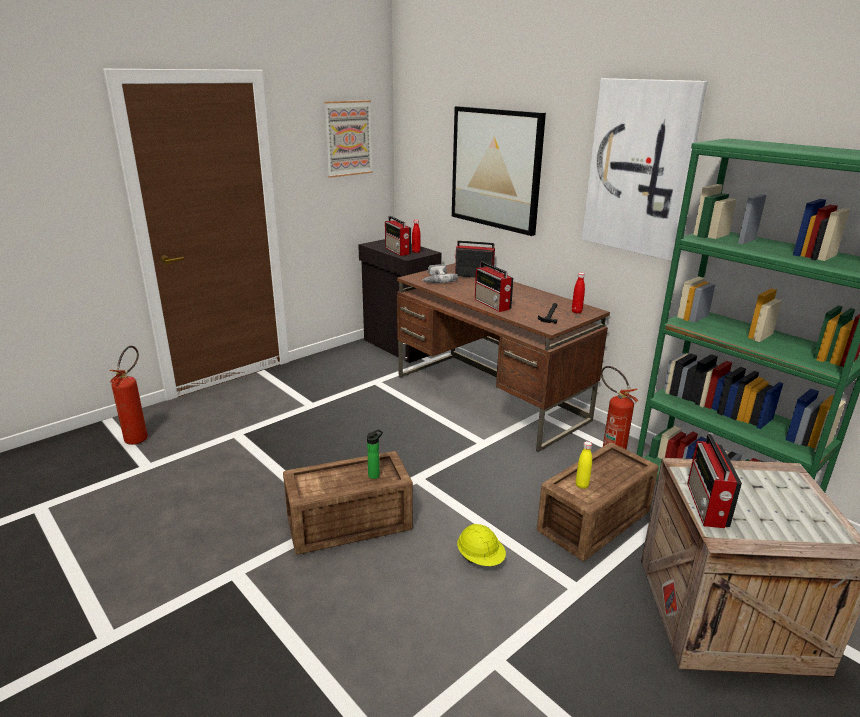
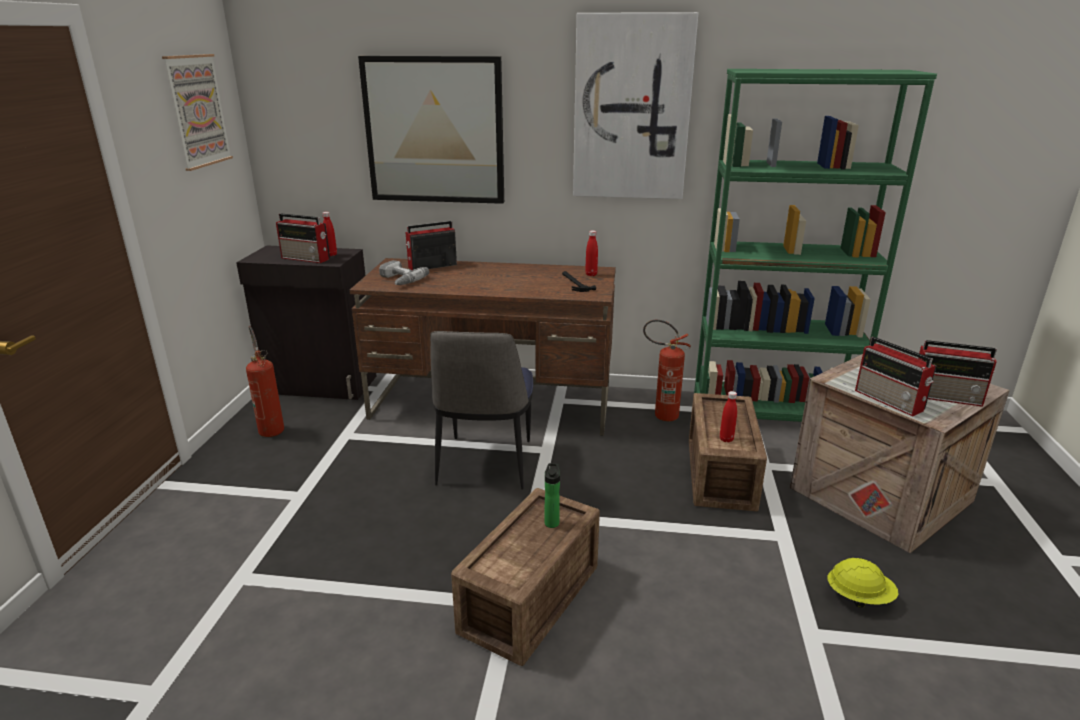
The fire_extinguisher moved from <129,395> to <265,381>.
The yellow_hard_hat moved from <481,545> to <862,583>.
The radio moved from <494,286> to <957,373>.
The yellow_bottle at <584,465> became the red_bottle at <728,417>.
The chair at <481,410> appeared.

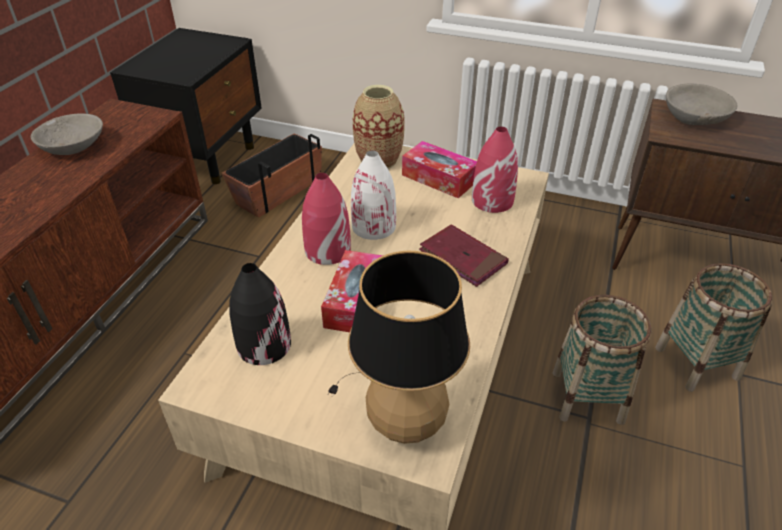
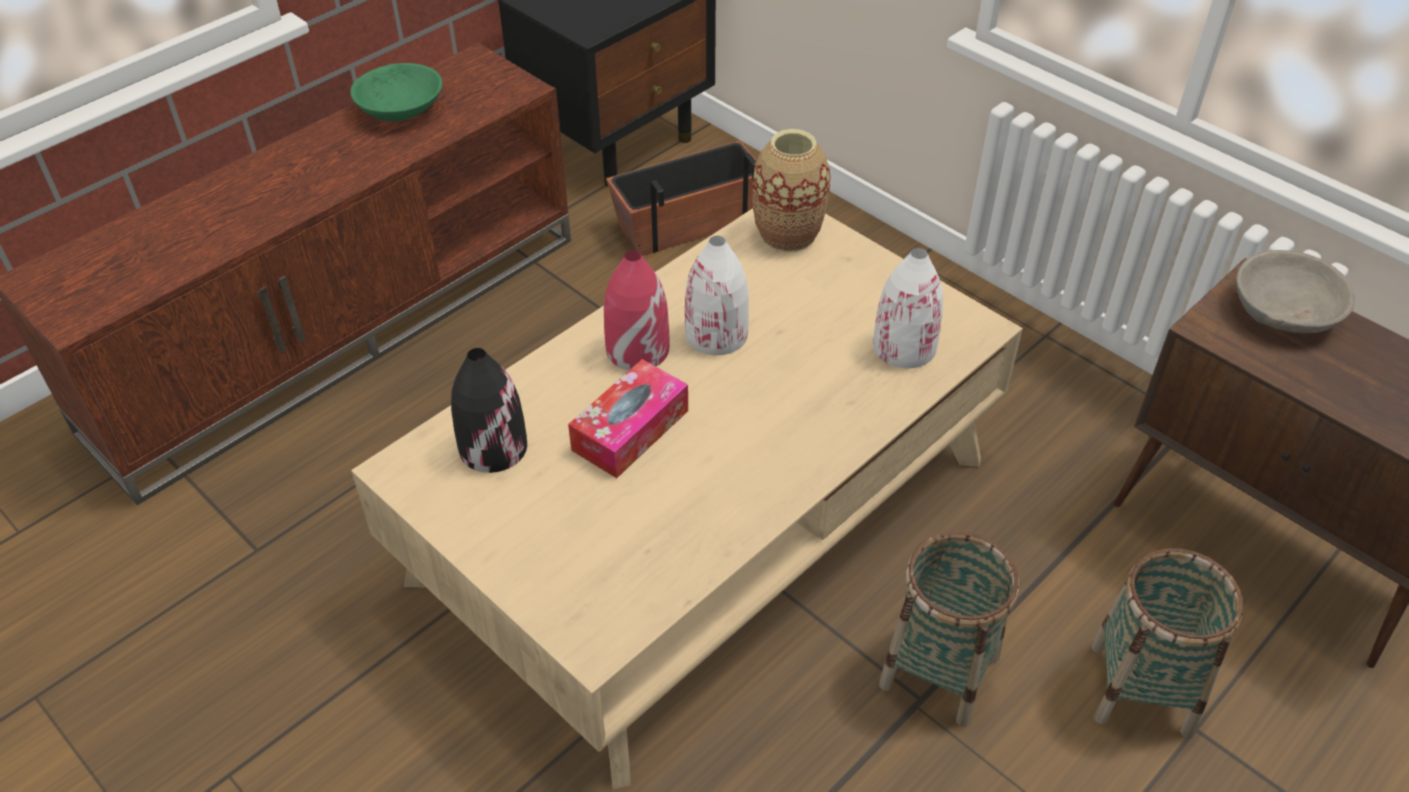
The grey_bowl at <66,134> became the green_bowl at <396,92>.
The table_lamp at <399,347> disappeared.
The tissue_box at <439,169> disappeared.
The red_book at <464,255> disappeared.
The red_vase at <495,169> became the white_vase at <908,308>.

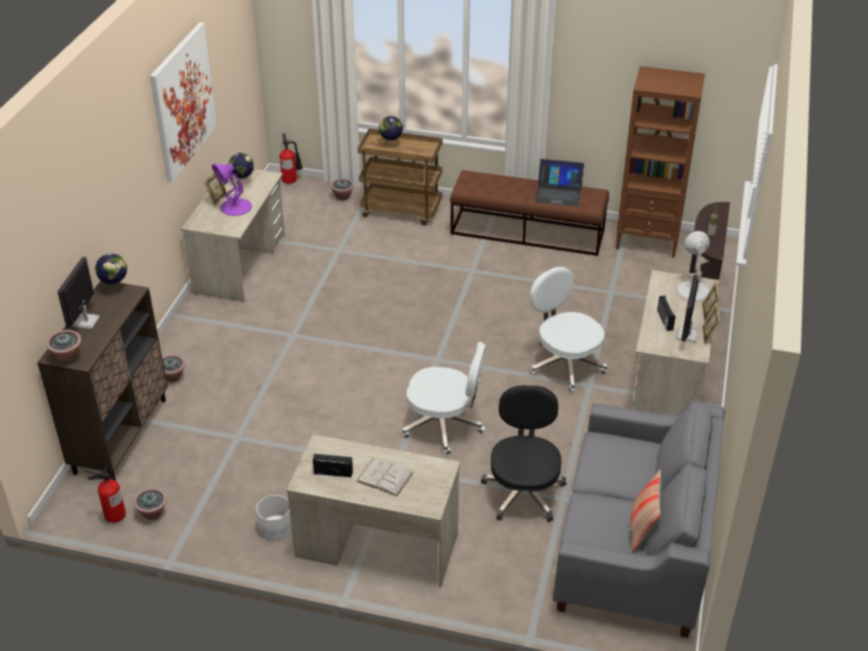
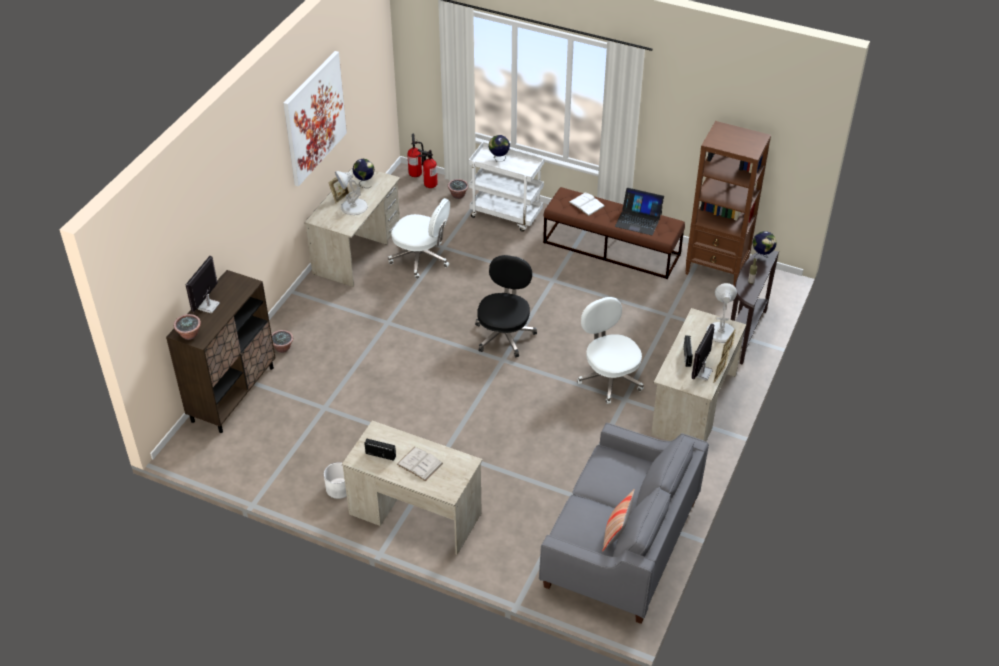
The fire_extinguisher moved from <106,494> to <428,168>.
The globe moved from <111,274> to <765,247>.
The potted_plant at <150,504> disappeared.
The purple_table_lamp at <232,189> became the white_table_lamp at <351,193>.
The brown_cart at <400,176> became the white_cart at <507,187>.
The white_office_chair moved from <444,398> to <419,238>.
The black_office_chair moved from <523,453> to <506,306>.
The white_book at <587,204> appeared.

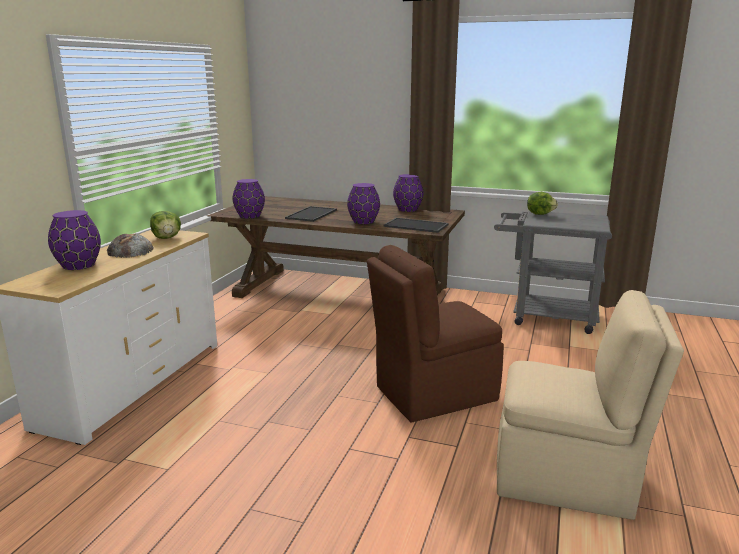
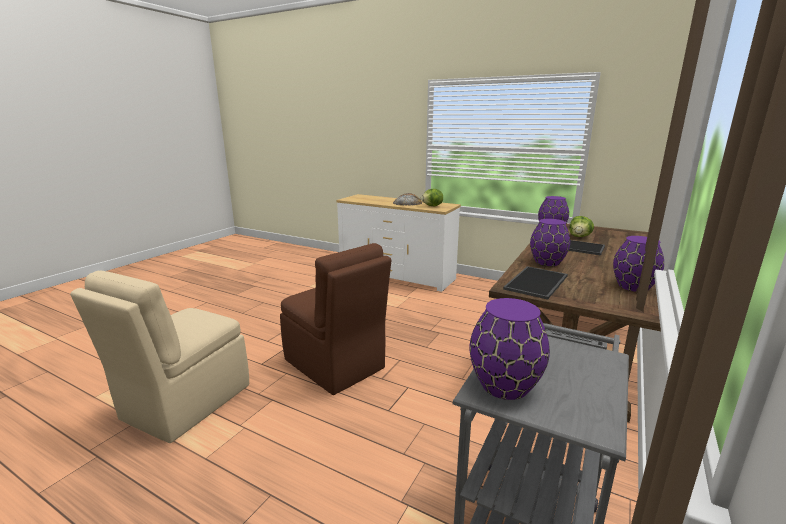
The purple_vase moved from <74,240> to <510,349>.
The brown_chair at <435,333> turned 150 degrees clockwise.
The lettuce moved from <542,203> to <581,226>.

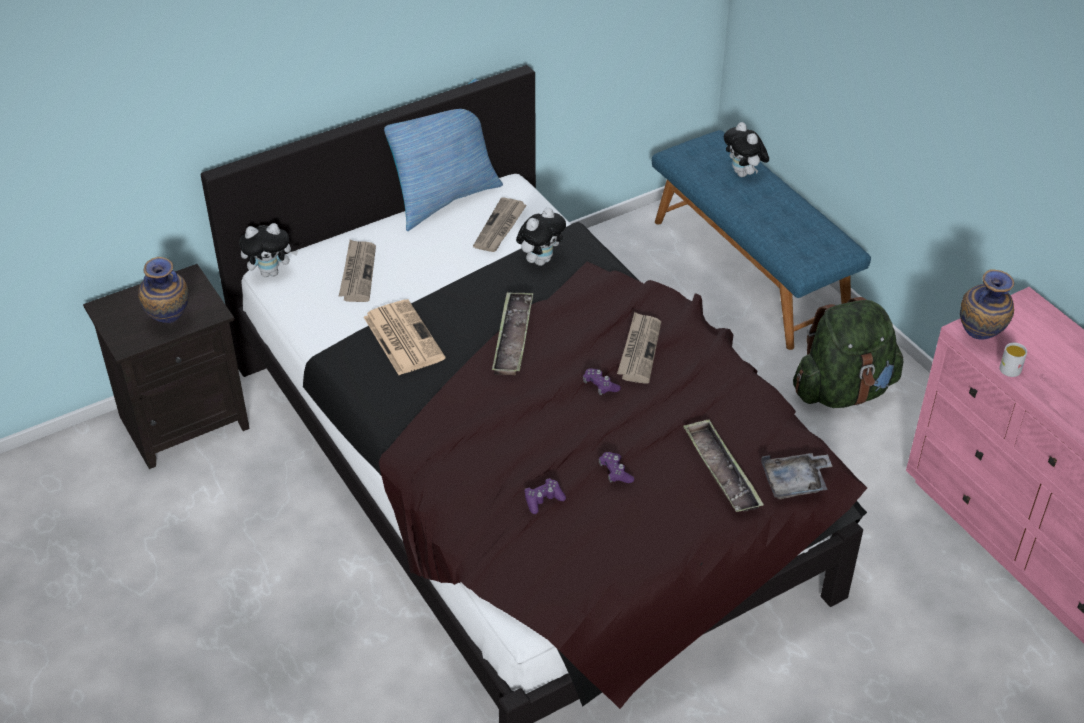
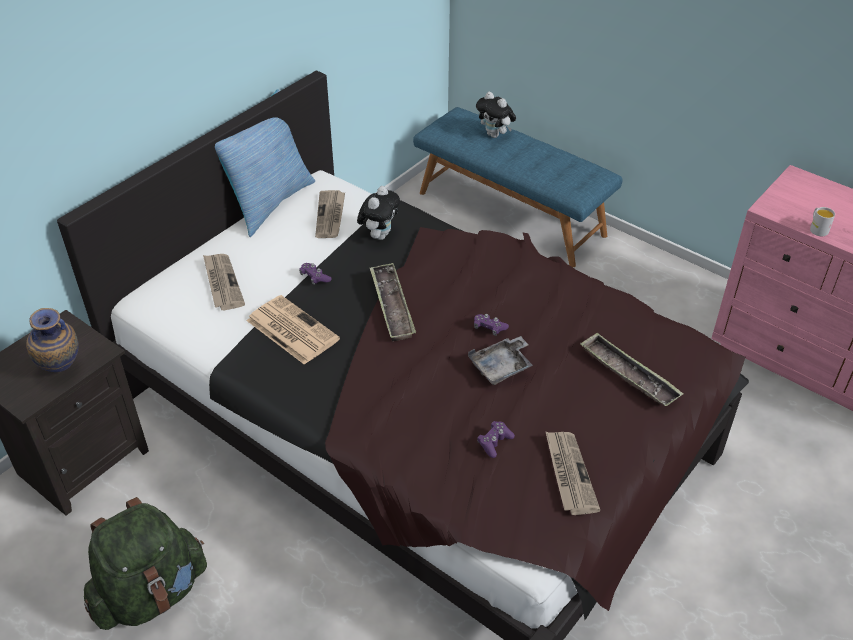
The plush_toy at <268,250> disappeared.
The purple_game_controller moved from <616,467> to <315,274>.
The newspaper moved from <639,348> to <572,473>.
The grey_tray moved from <797,476> to <500,360>.
The green_backpack moved from <848,352> to <145,563>.
The vase at <987,305> disappeared.

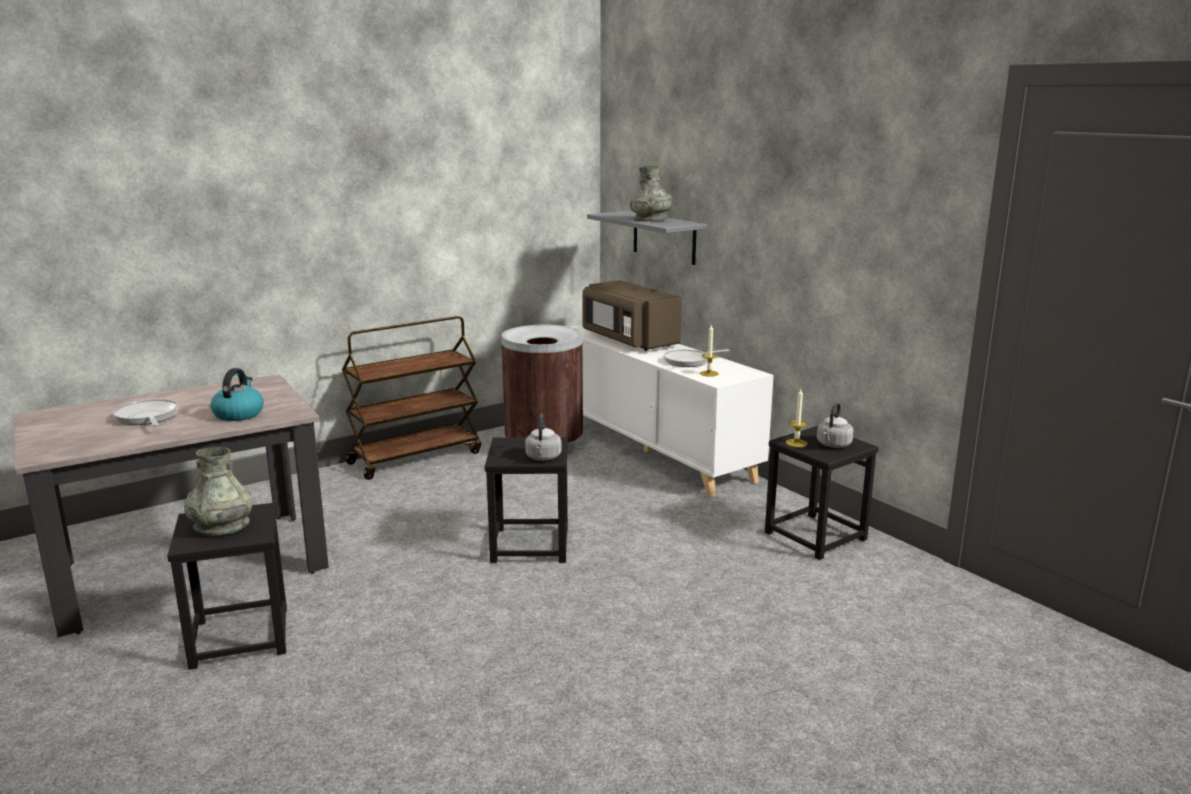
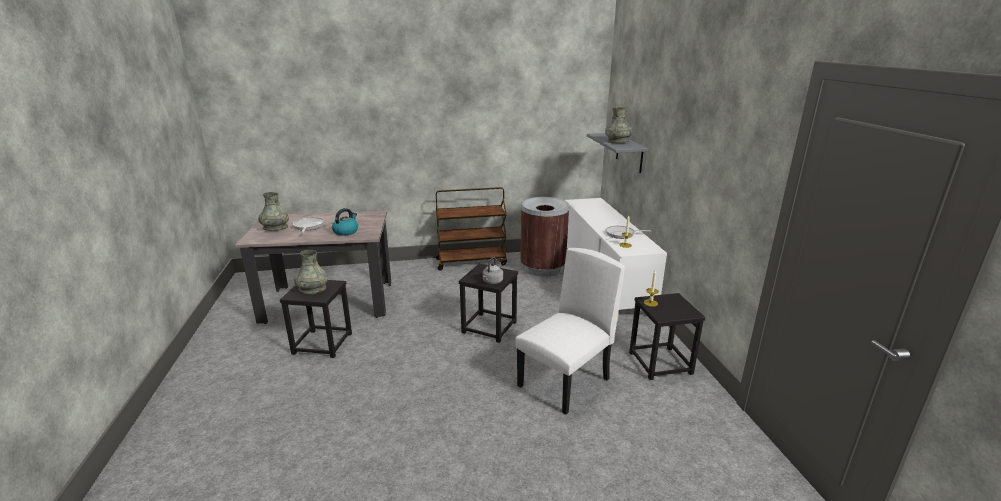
The brown_microwave at <632,315> disappeared.
The grey_kettle at <835,425> disappeared.
The grey_vase at <273,211> appeared.
The white_chair at <570,331> appeared.

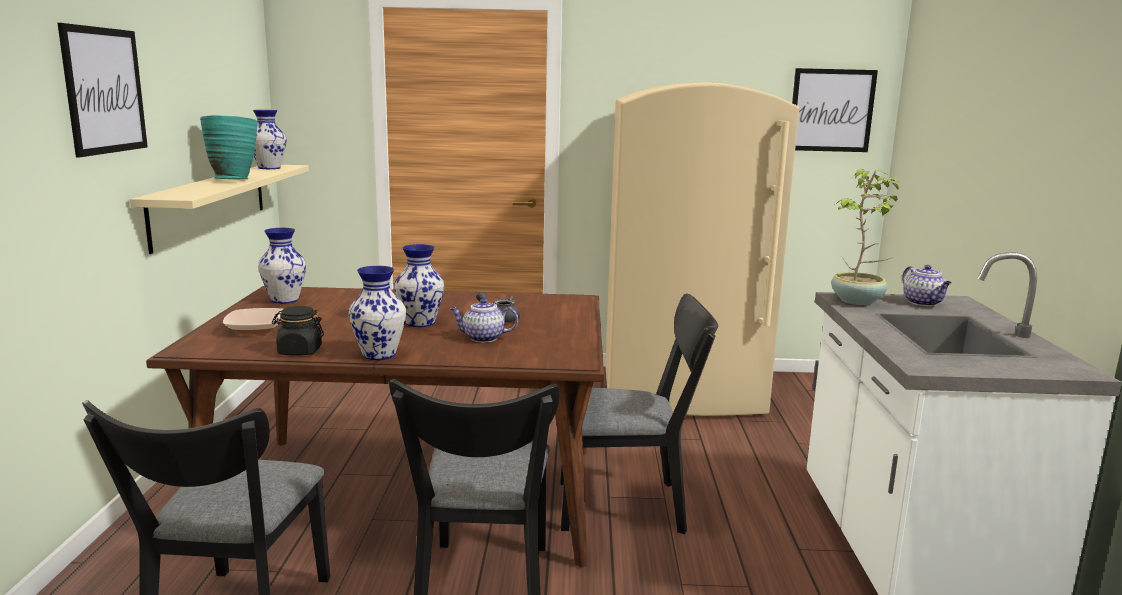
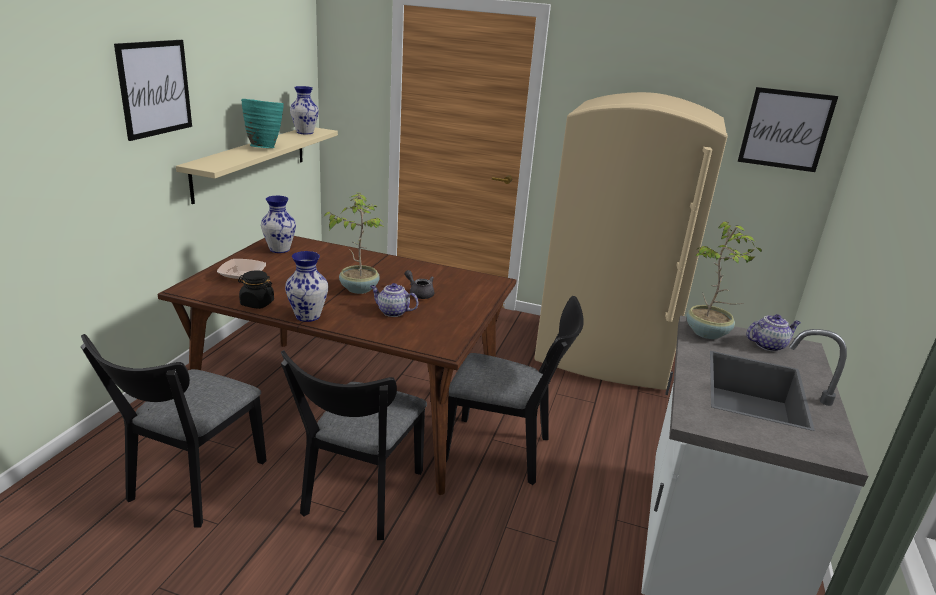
The vase at <419,285> was replaced by the potted_plant at <354,243>.
The teapot at <927,285> turned 105 degrees counterclockwise.

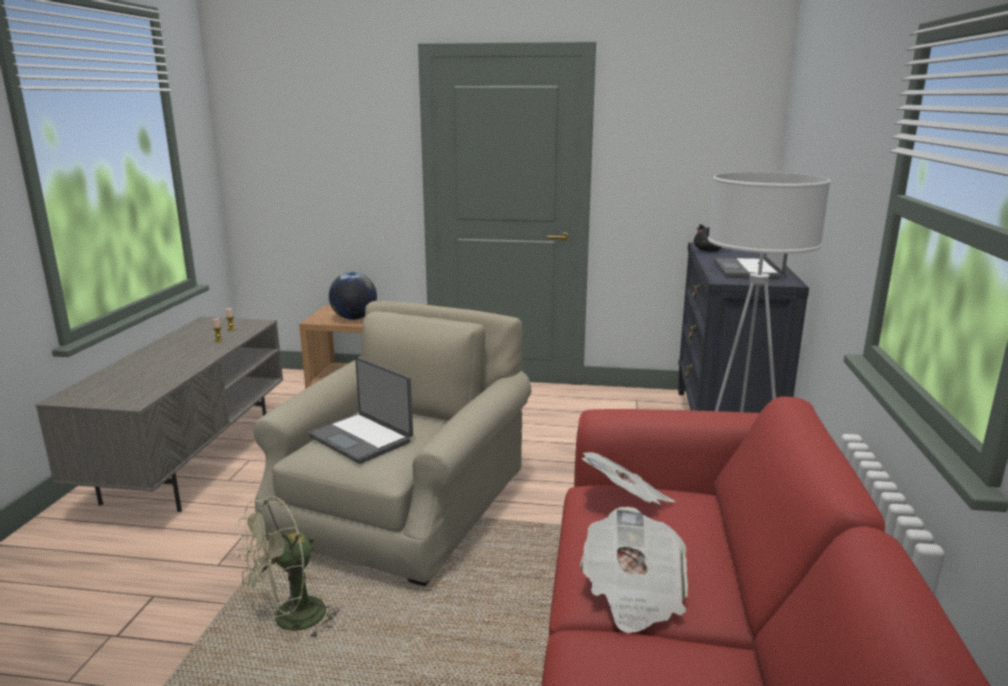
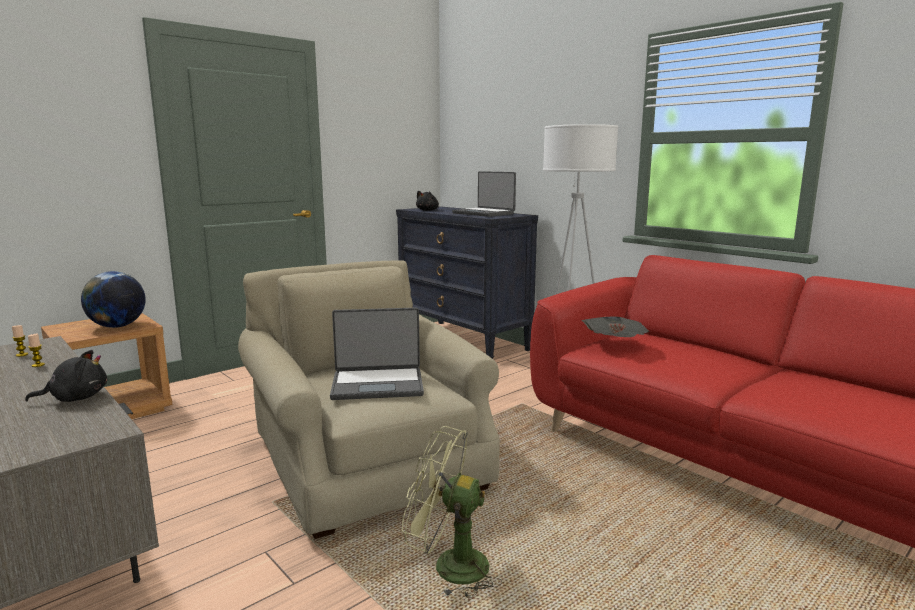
The green_fan at <289,568> turned 105 degrees clockwise.
The newspaper at <634,570> disappeared.
The black_plush_toy at <66,376> appeared.

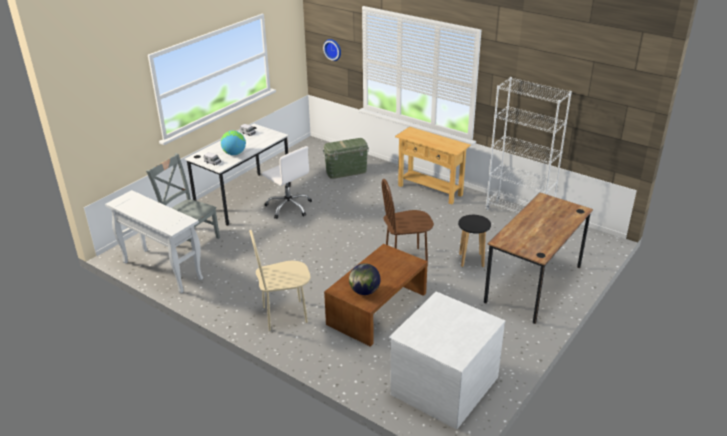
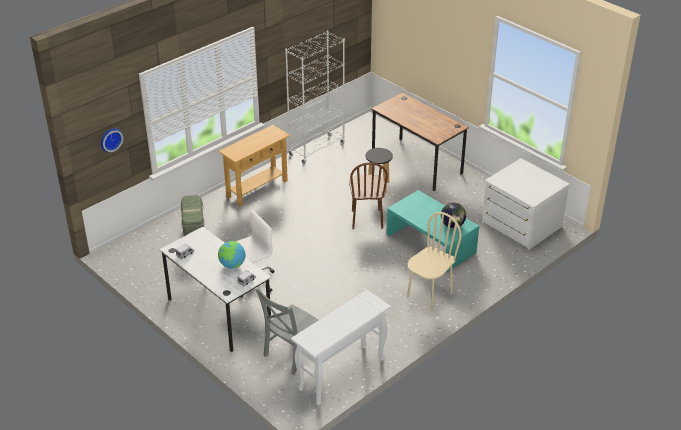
The beige_chair at <280,280> turned 135 degrees counterclockwise.
The brown_coffee_table at <376,295> became the turquoise_coffee_table at <432,231>.

